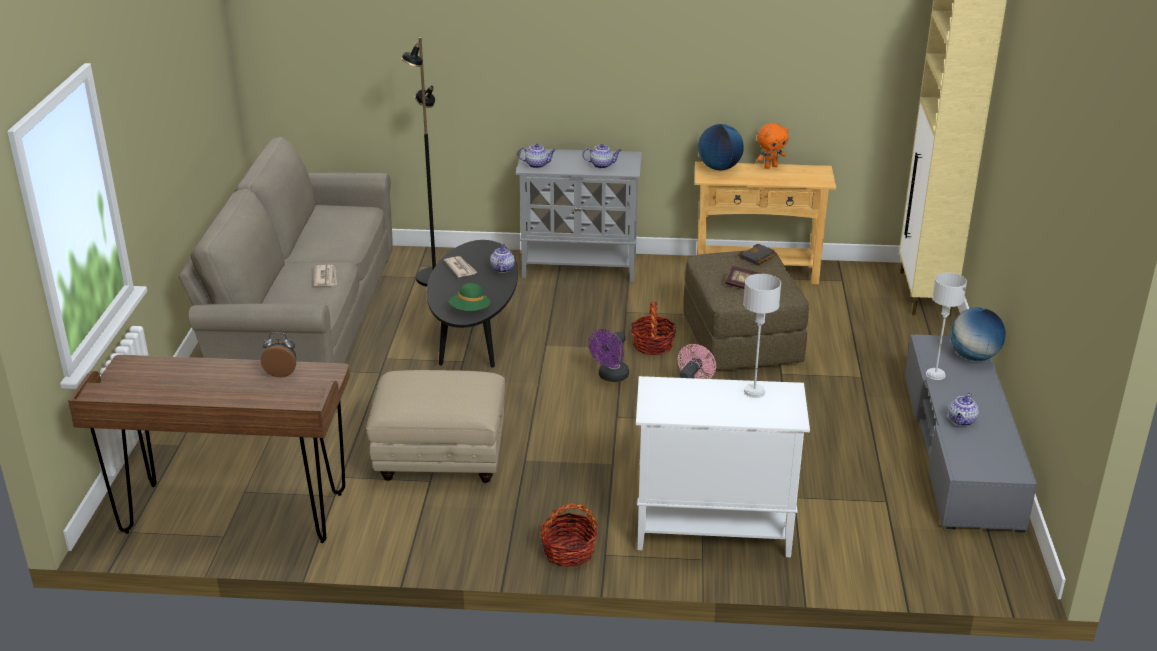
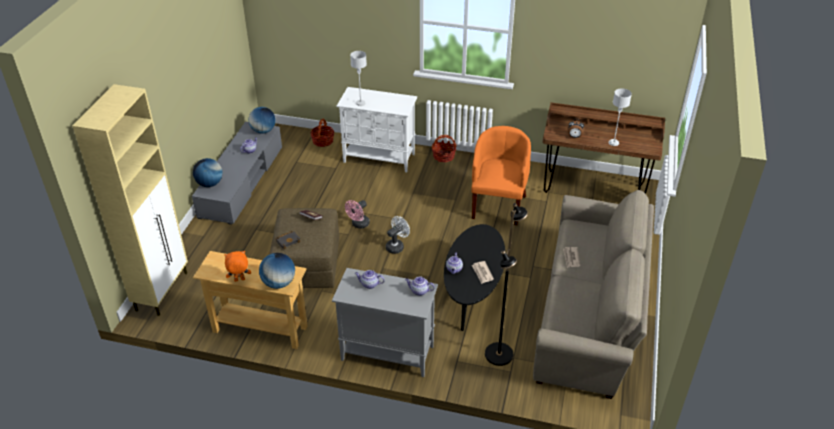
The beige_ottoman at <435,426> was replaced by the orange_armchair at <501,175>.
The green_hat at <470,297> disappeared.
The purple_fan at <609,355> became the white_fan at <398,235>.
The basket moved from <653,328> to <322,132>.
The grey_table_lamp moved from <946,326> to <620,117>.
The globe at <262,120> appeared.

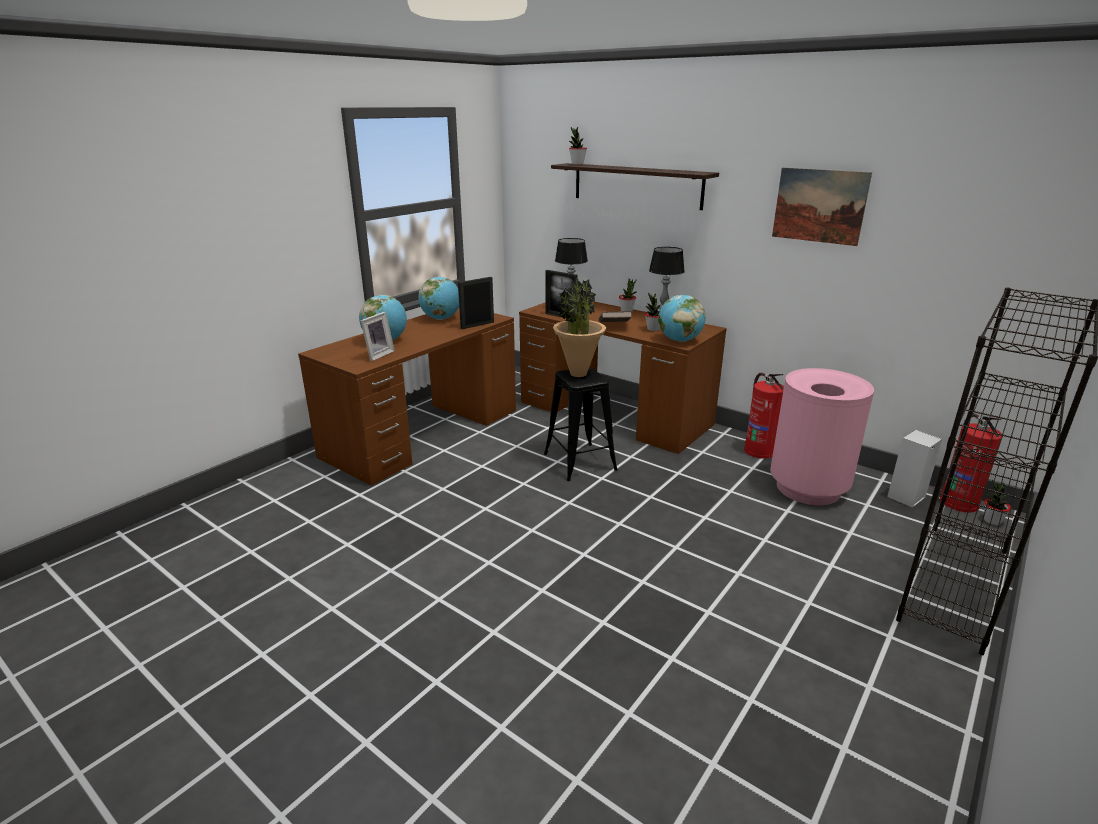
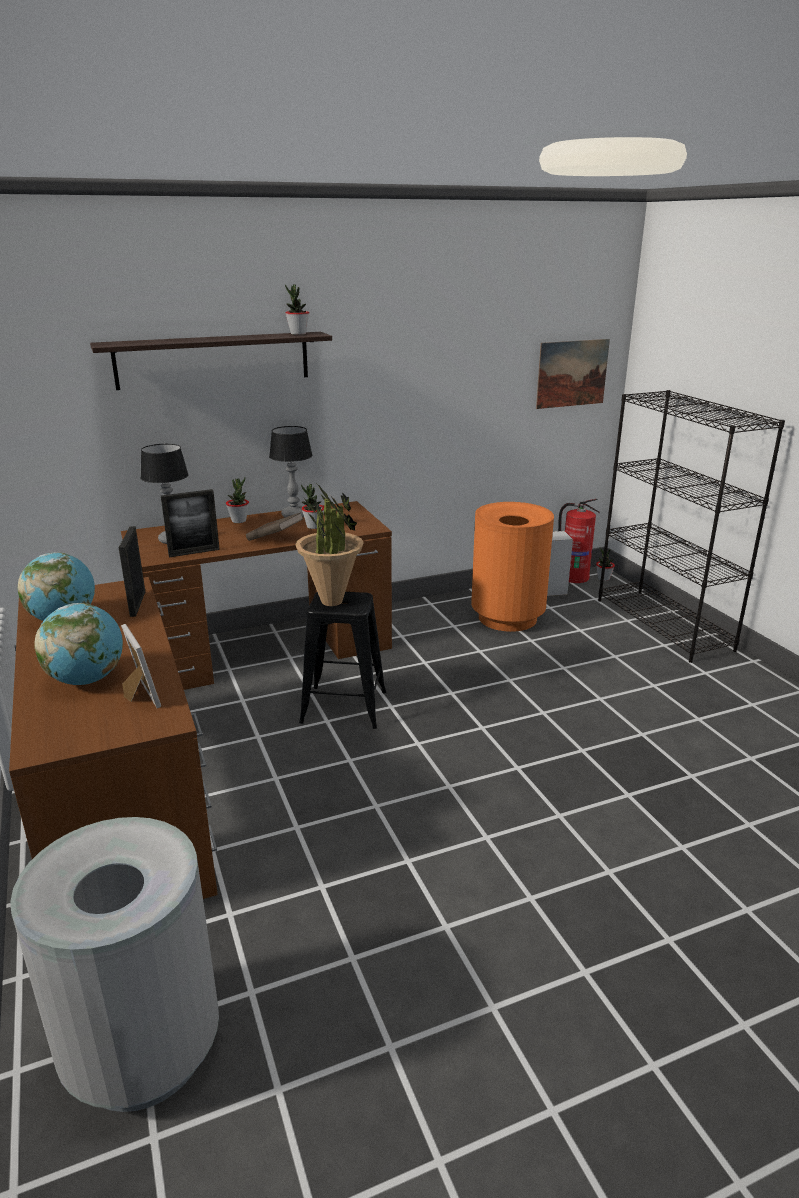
The potted_plant moved from <578,146> to <297,309>.
The globe at <682,318> disappeared.
The fire_extinguisher at <764,415> disappeared.
The pink_trash_can at <822,436> became the orange_trash_can at <512,567>.
The picture moved from <822,207> to <573,374>.
The grey_trash_can at <114,964> appeared.

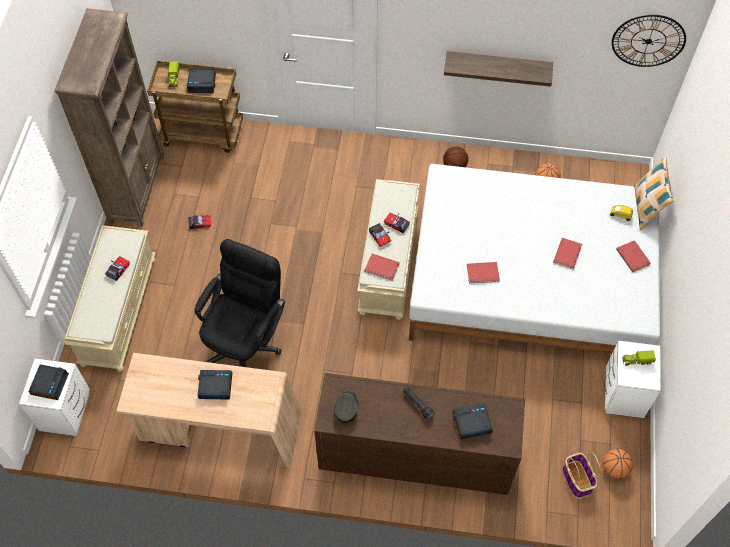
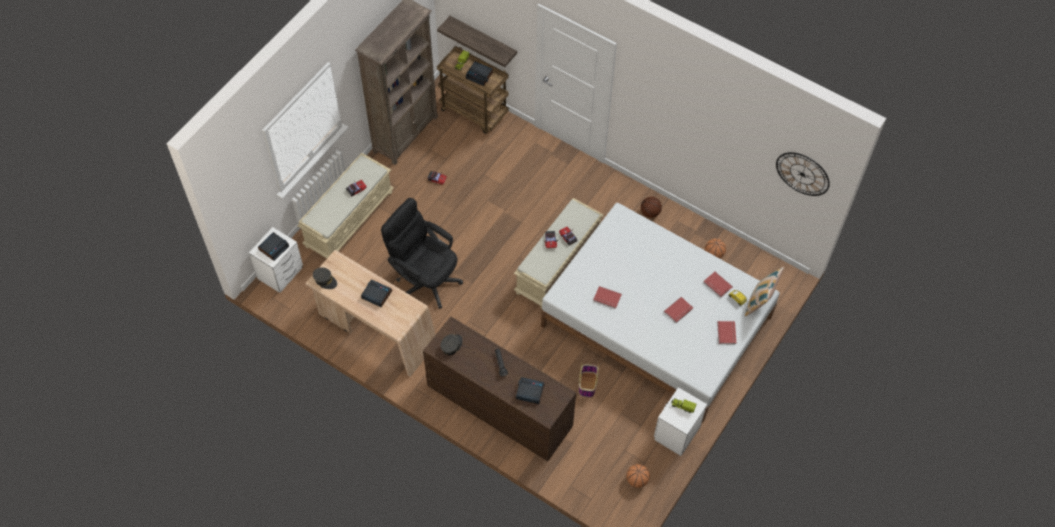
The black_office_chair at <240,303> turned 105 degrees counterclockwise.
The red_book moved from <382,267> to <718,284>.
The shelf moved from <498,69> to <477,41>.
The basket moved from <582,474> to <589,379>.
The grey_cap at <325,278> appeared.

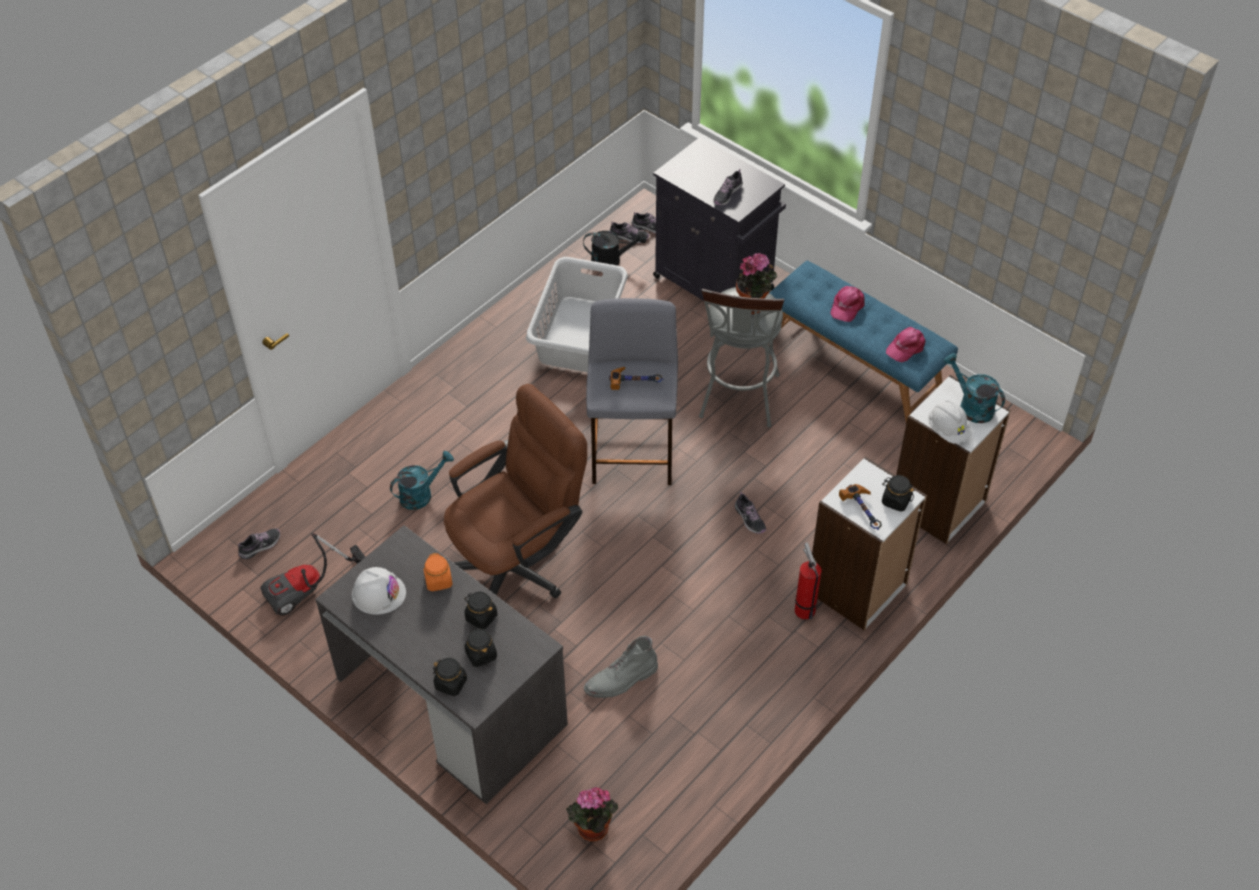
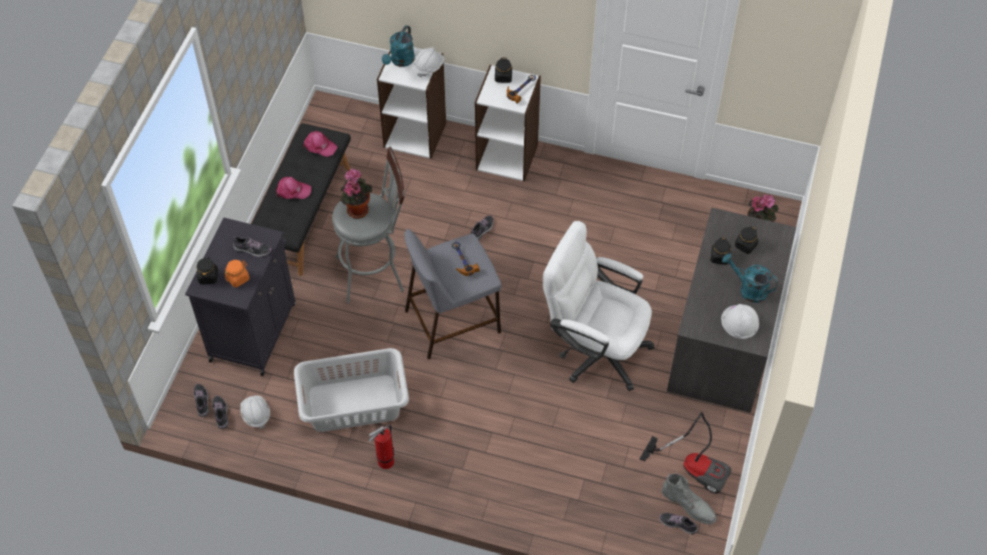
The turquoise_watering_can moved from <422,480> to <750,278>.
The orange_jar moved from <438,572> to <236,273>.
The black_jar moved from <450,677> to <207,270>.
The brown_office_chair at <515,491> became the white_office_chair at <599,306>.
The black_watering_can at <614,248> was replaced by the white_hard_hat at <255,412>.
The grey_boot moved from <621,667> to <689,499>.
The blue_bench at <864,342> became the black_bench at <301,199>.
The fire_extinguisher moved from <808,581> to <381,447>.

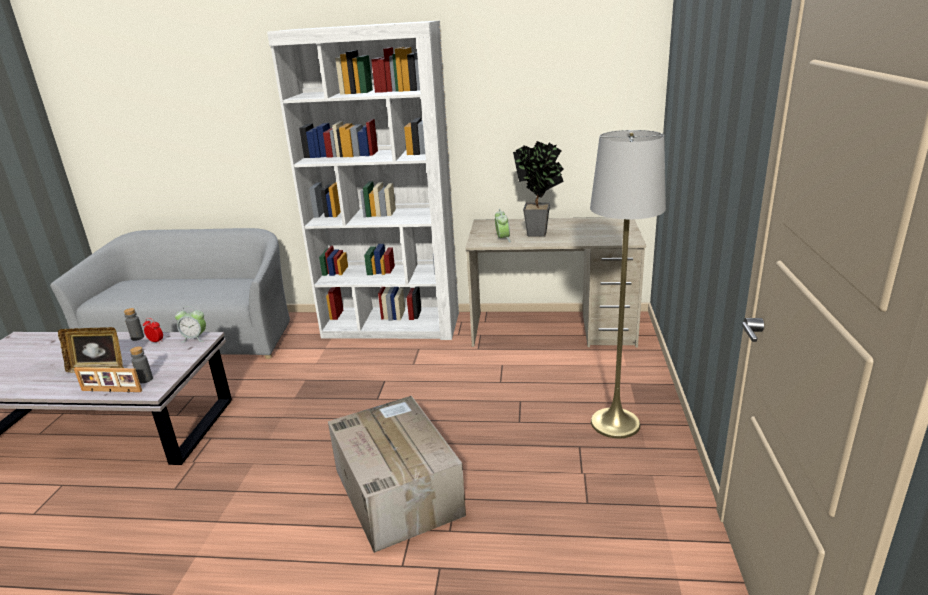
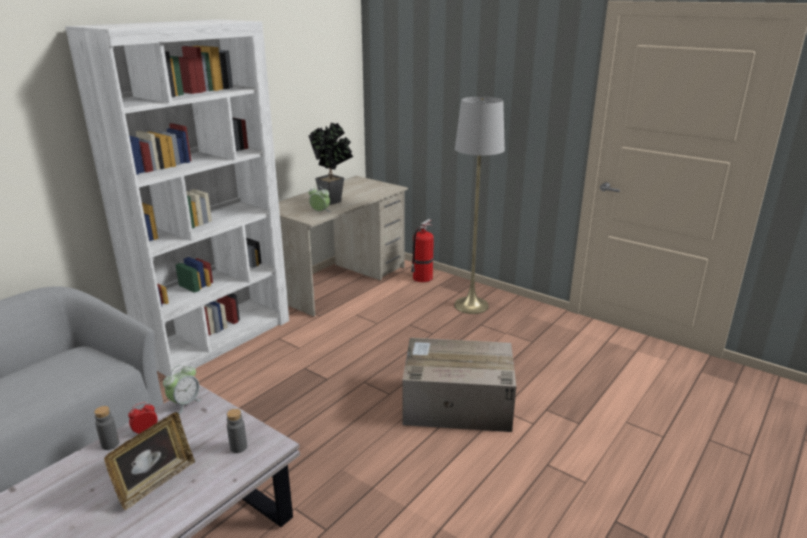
The picture_frame at <108,379> disappeared.
The fire_extinguisher at <422,250> appeared.

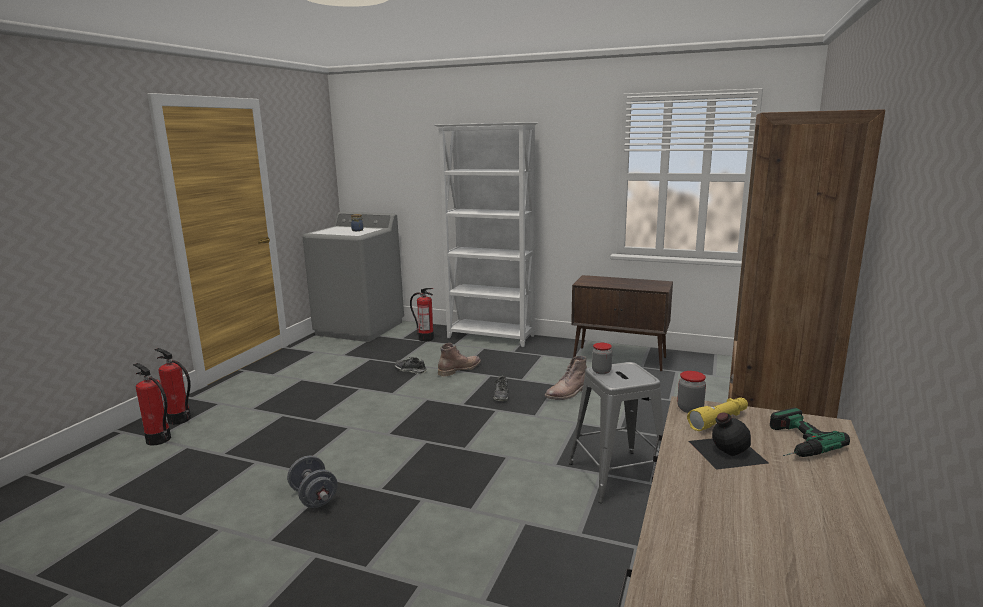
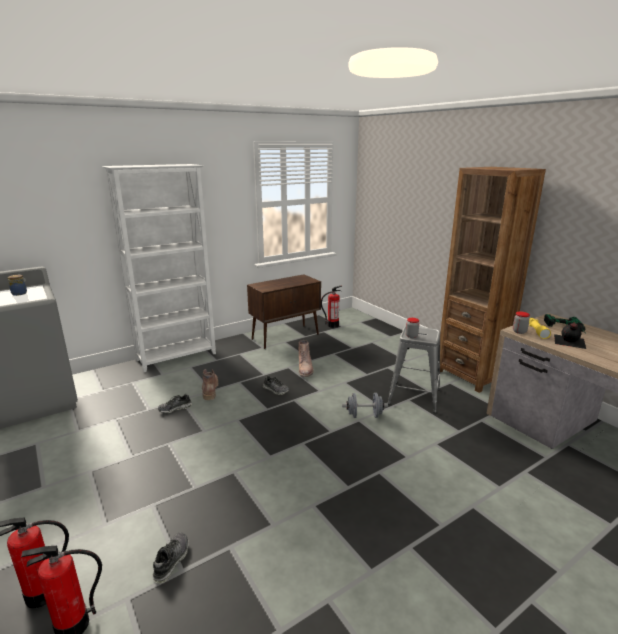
The grey_dumbbell moved from <312,482> to <365,405>.
The fire_extinguisher moved from <422,315> to <331,307>.
The shoe at <170,558> appeared.

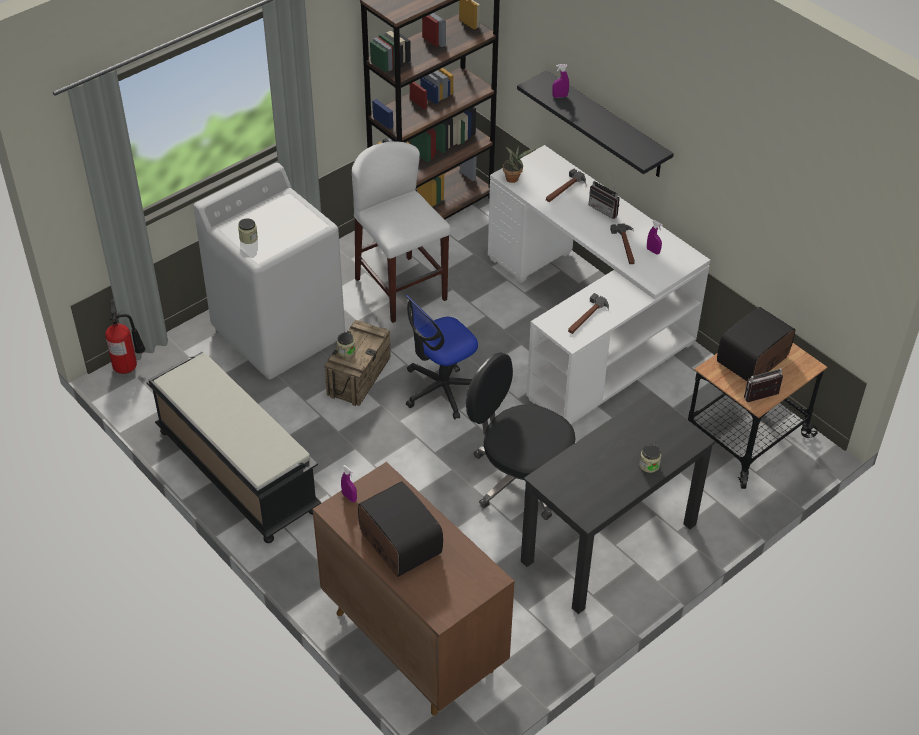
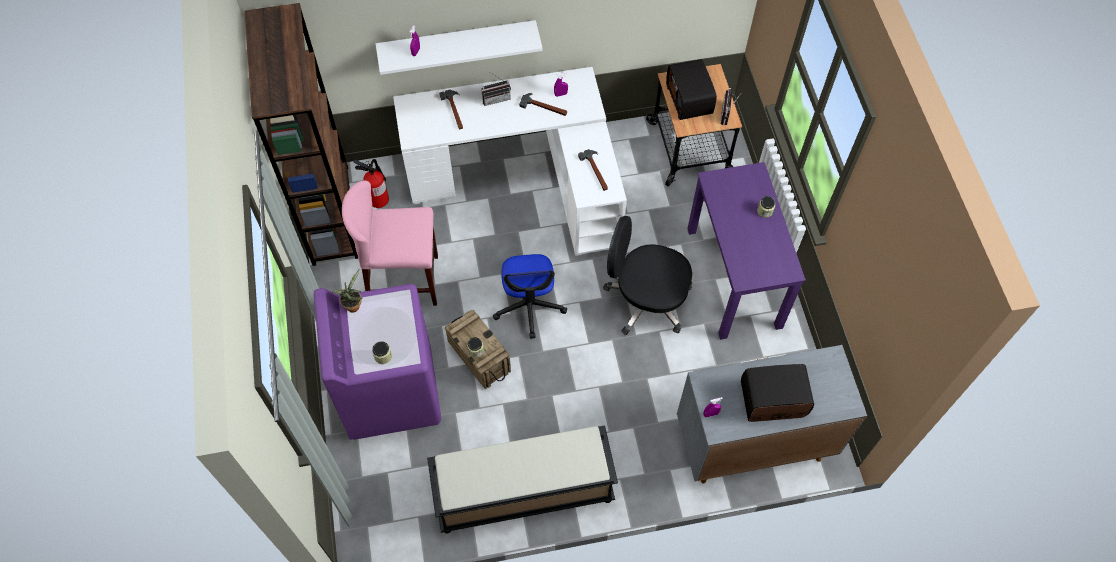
The fire_extinguisher moved from <125,336> to <371,183>.
The white_washing_machine at <269,271> became the purple_washing_machine at <377,362>.
The brown_cabinet at <413,589> became the grey_cabinet at <772,414>.
The white_stool at <401,232> became the pink_stool at <390,243>.
The black_office_chair at <520,436> turned 45 degrees clockwise.
The potted_plant moved from <520,164> to <346,290>.
The black_shelf at <595,123> became the white_shelf at <459,47>.
The black_desk at <618,503> became the purple_desk at <746,251>.

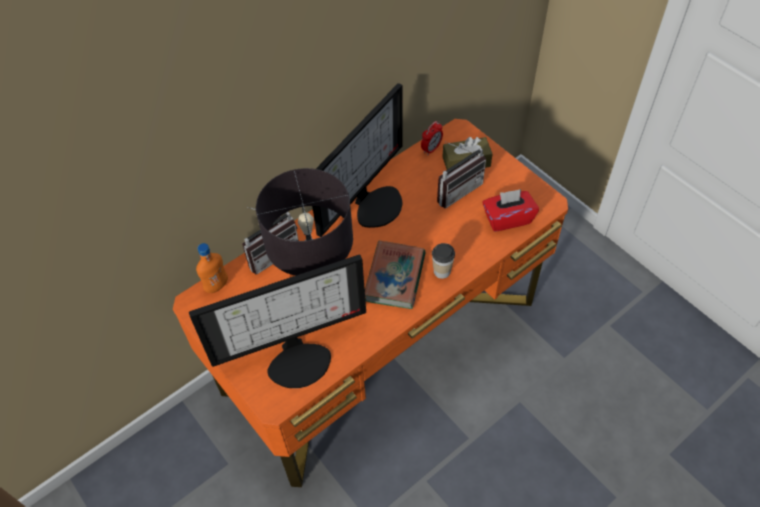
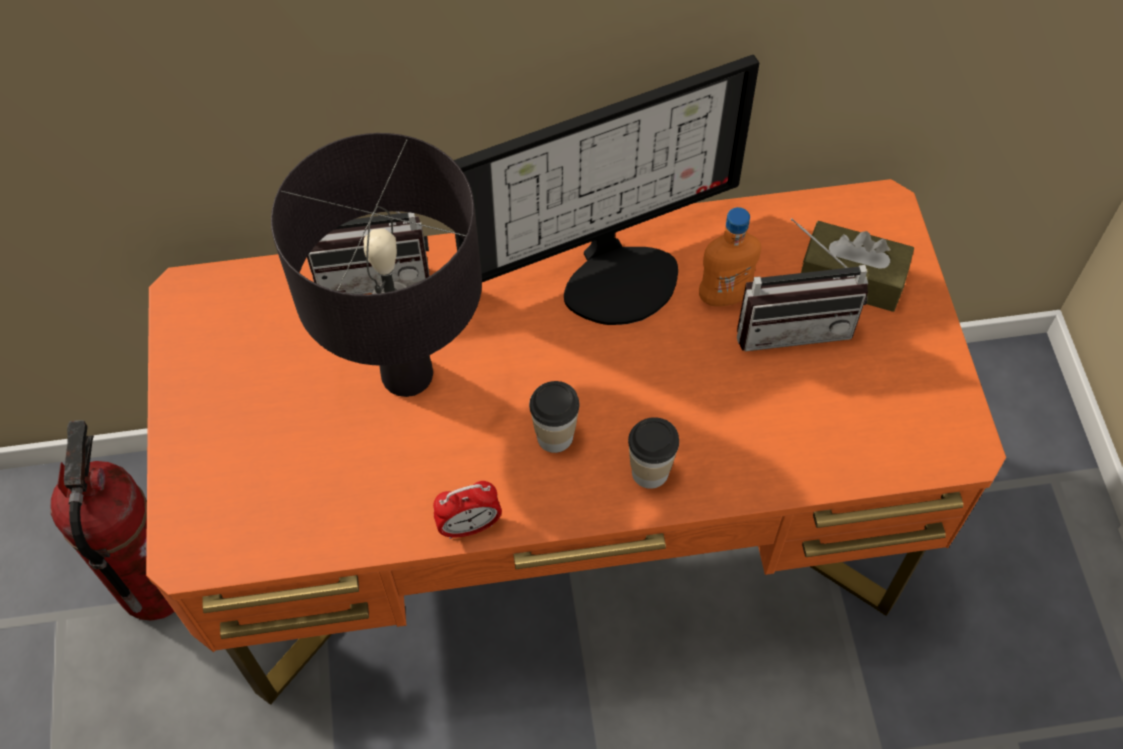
The monitor at <277,321> disappeared.
The orange_bottle moved from <212,268> to <730,257>.
The book at <395,275> was replaced by the cup at <554,417>.
The alarm_clock moved from <432,138> to <467,510>.
The red_tissue_box at <510,210> disappeared.
The fire_extinguisher at <112,520> appeared.

